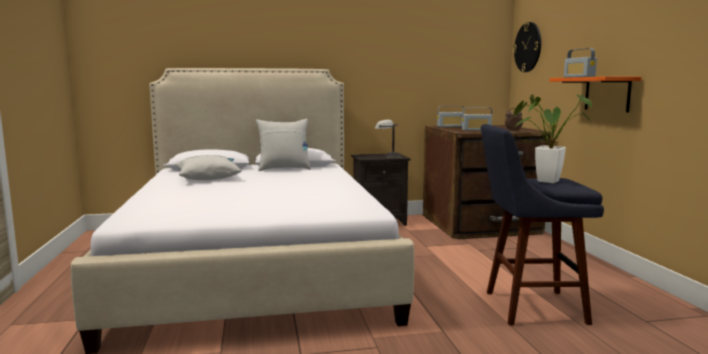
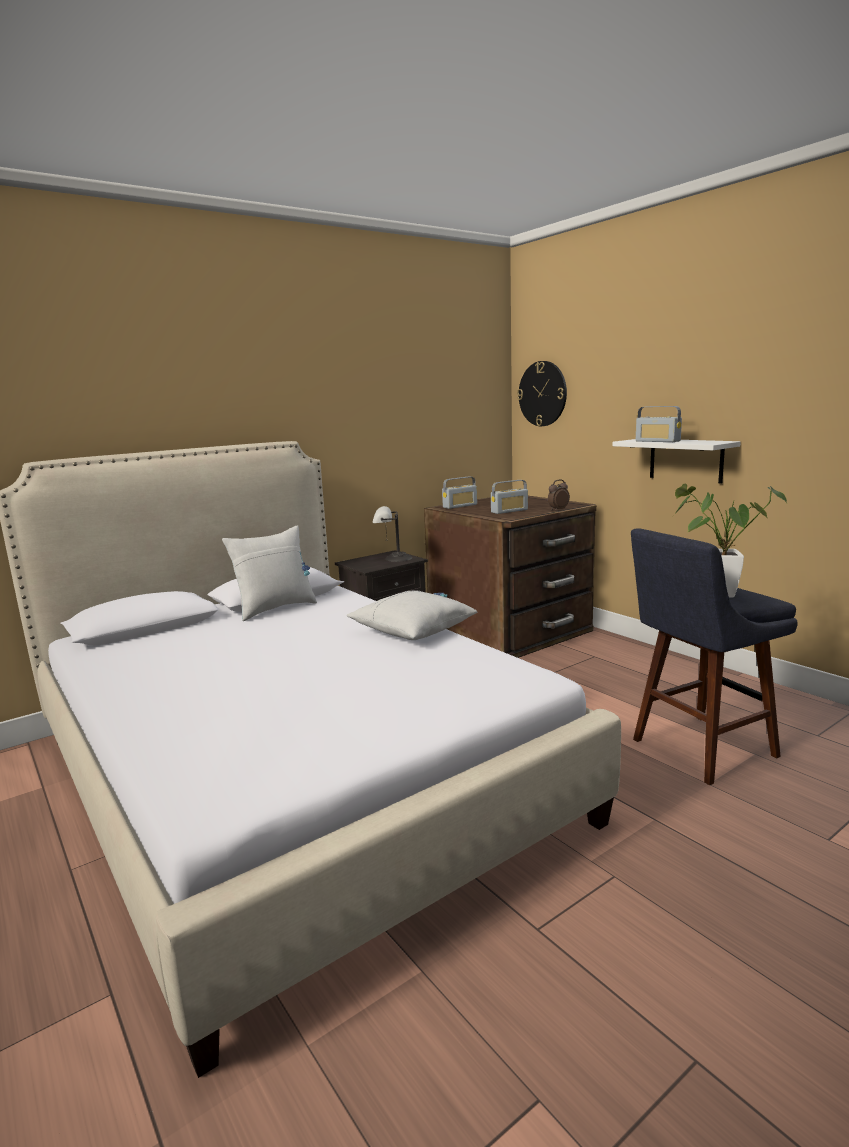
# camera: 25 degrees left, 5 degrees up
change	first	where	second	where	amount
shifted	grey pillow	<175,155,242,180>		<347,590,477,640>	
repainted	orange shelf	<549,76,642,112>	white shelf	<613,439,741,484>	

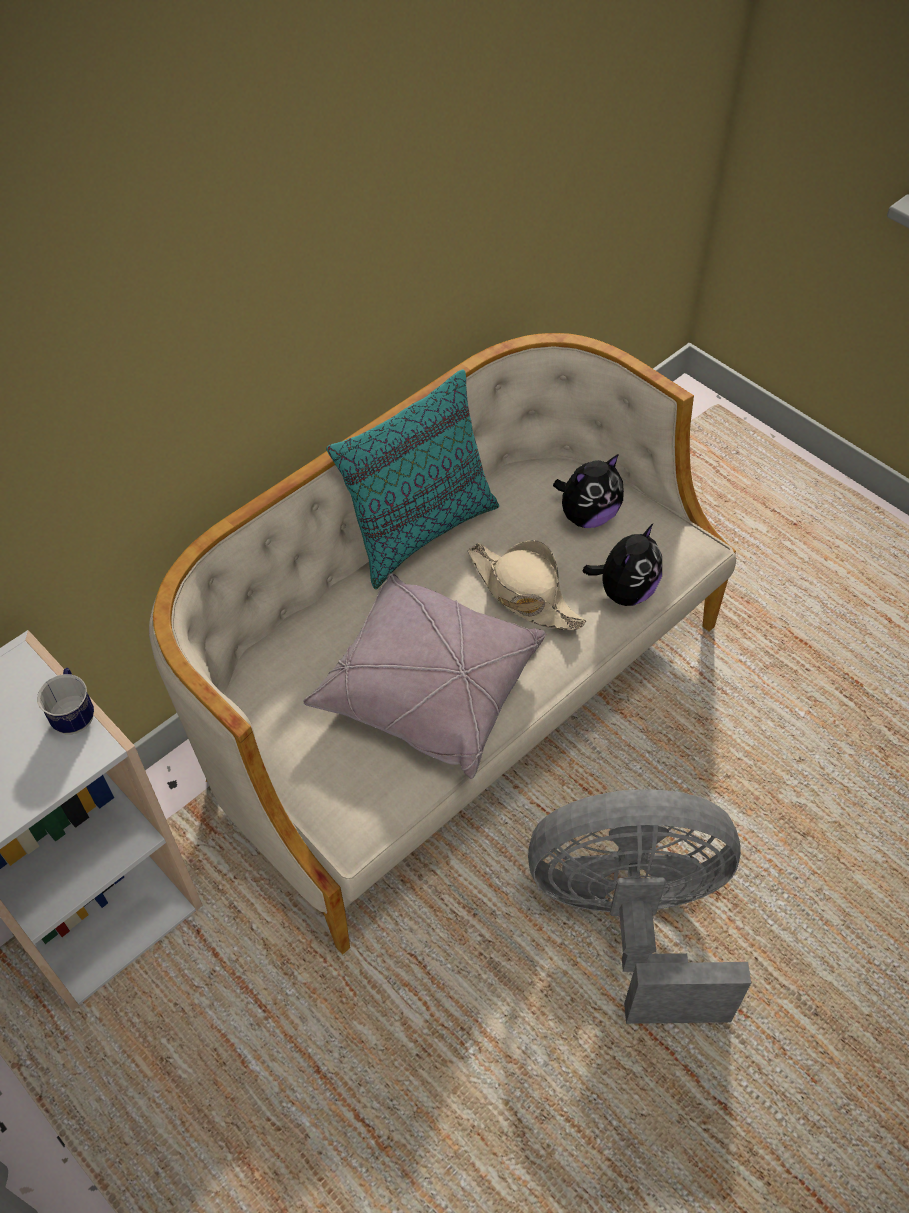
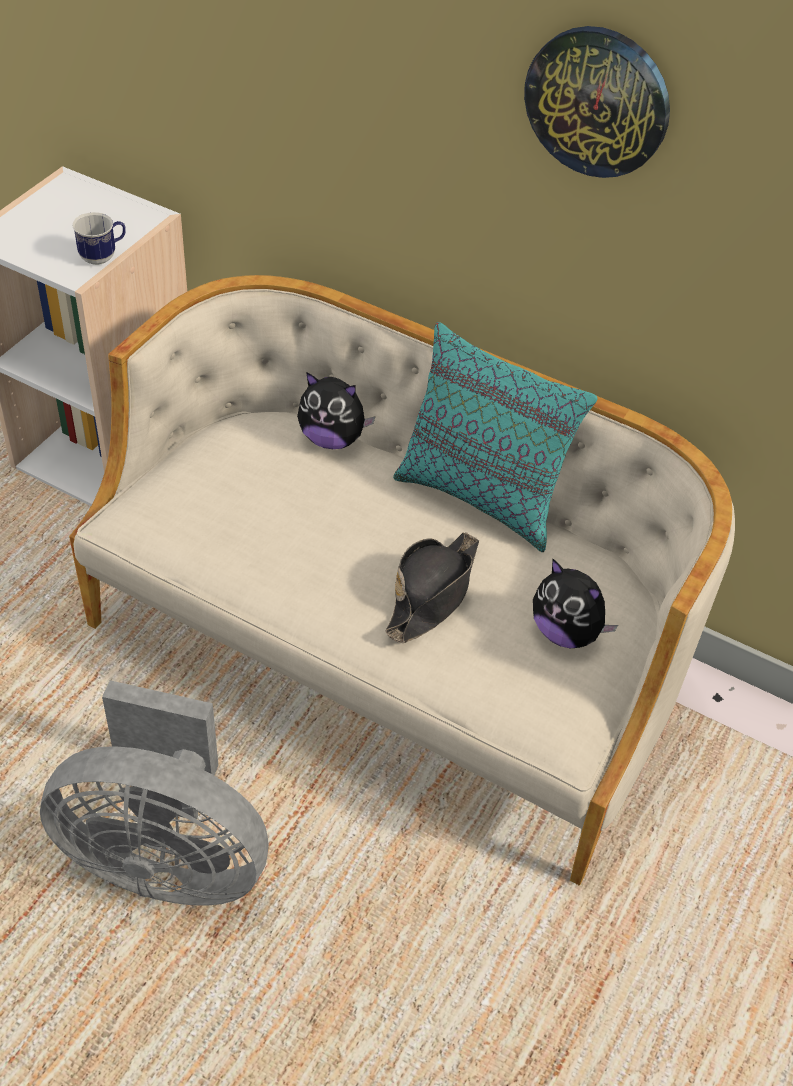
# camera: 70 degrees right, 5 degrees down
change	first	where	second	where	amount
gone	purple pillow	<303,573,546,779>			
repainted	beige hat	<468,540,586,630>	black hat	<385,532,479,643>	
rotated	grey fan	<528,789,751,1024>		<40,680,269,906>	120 degrees clockwise
shifted	plush toy	<582,523,662,606>		<297,372,375,449>	
new			wall clock	<524,26,670,178>	

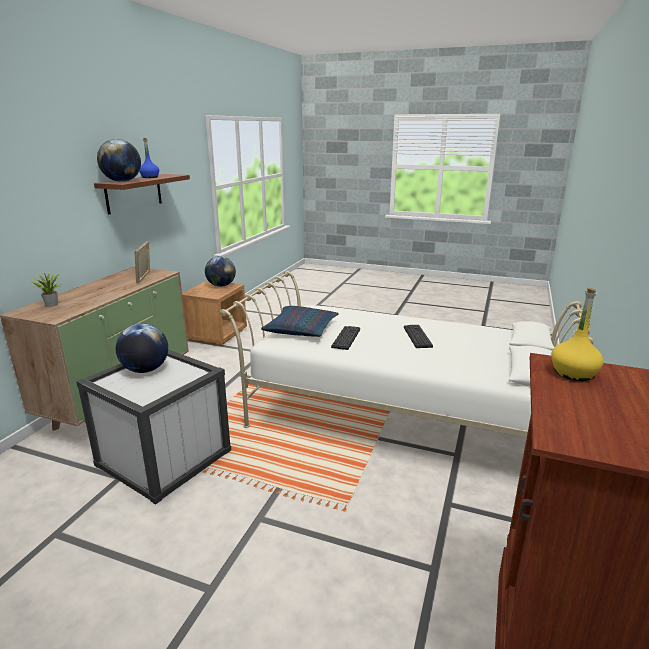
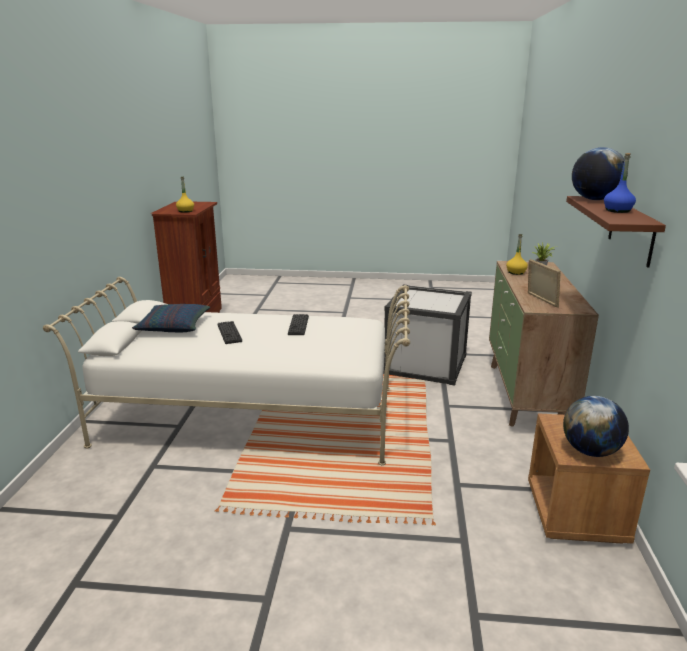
# camera: 165 degrees right, 0 degrees up
change	first	where	second	where	amount
gone	globe	<116,323,168,373>			
shifted	blue pillow	<261,306,339,337>		<132,304,210,332>	
new			yellow bottle	<506,234,528,275>	

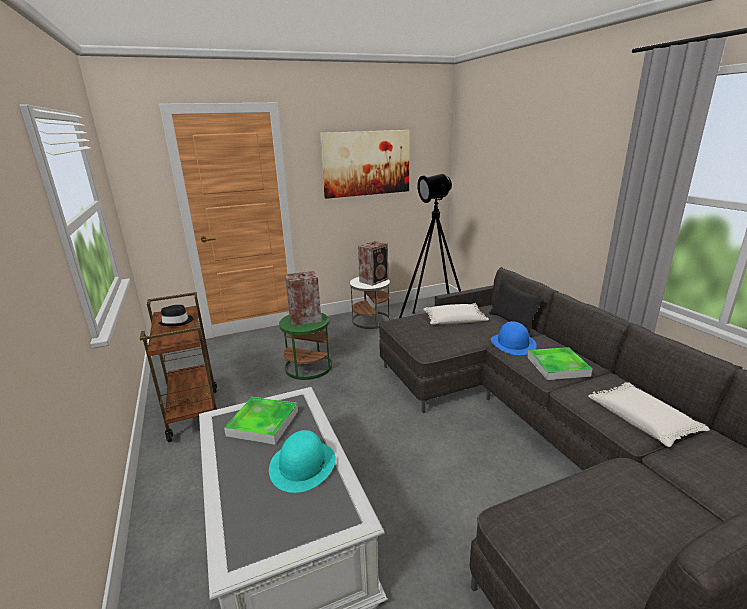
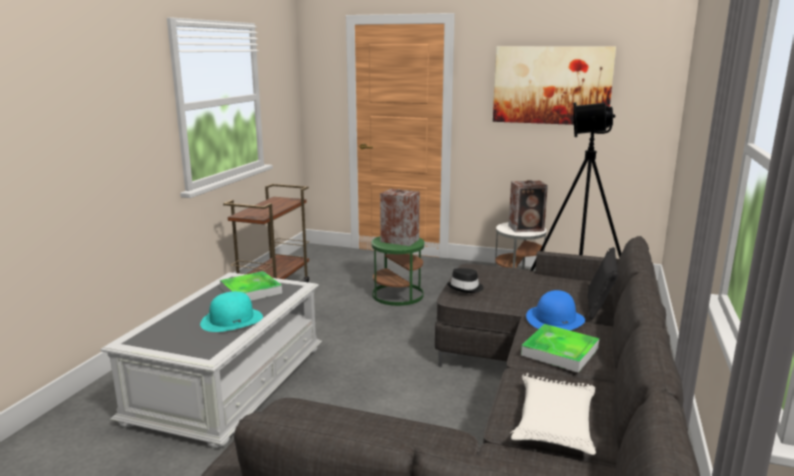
# camera: 40 degrees right, 5 degrees down
change	first	where	second	where	amount
shifted	black hat	<158,305,193,326>		<447,268,484,293>	
gone	white pillow	<423,303,489,325>			

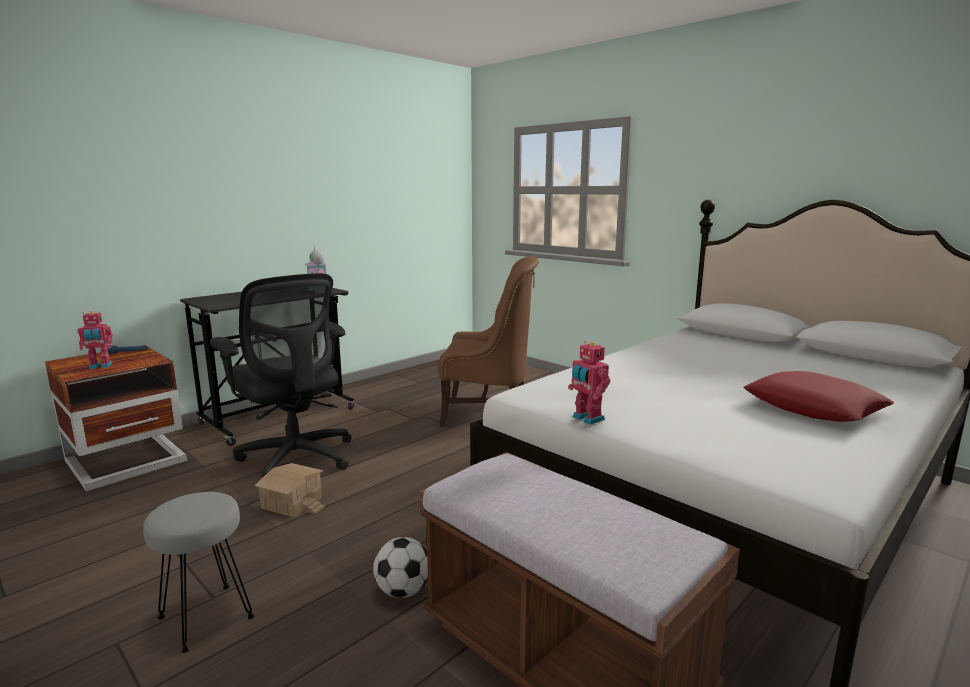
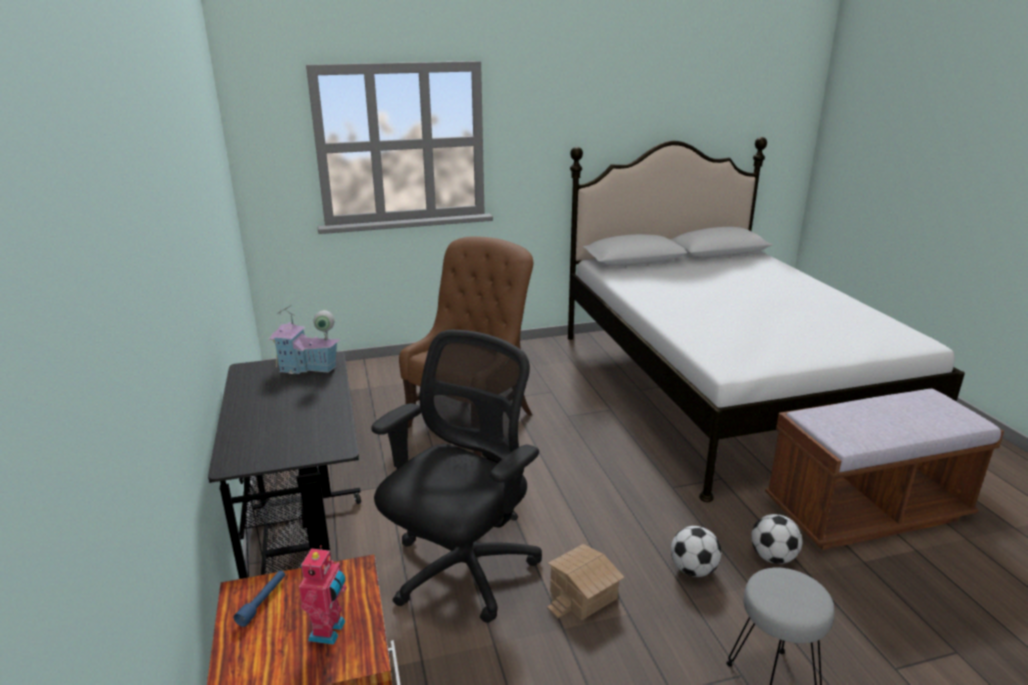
# camera: 60 degrees left, 10 degrees up
change	first	where	second	where	amount
rotated	black office chair	<210,273,352,478>		<371,330,542,623>	45 degrees counterclockwise
gone	toy robot	<568,341,610,425>			
gone	red pillow	<744,371,894,422>			
new			football	<671,526,722,577>	

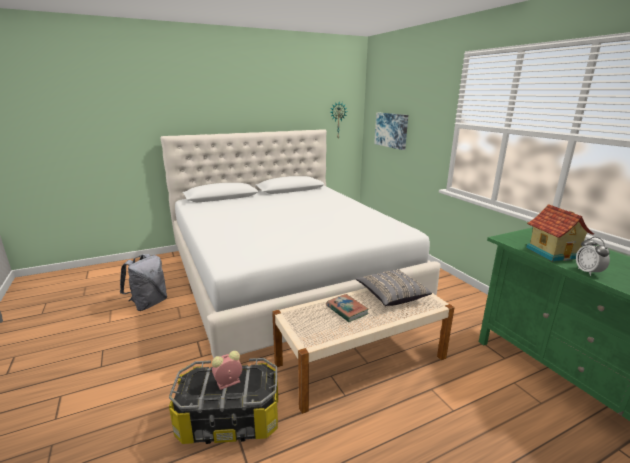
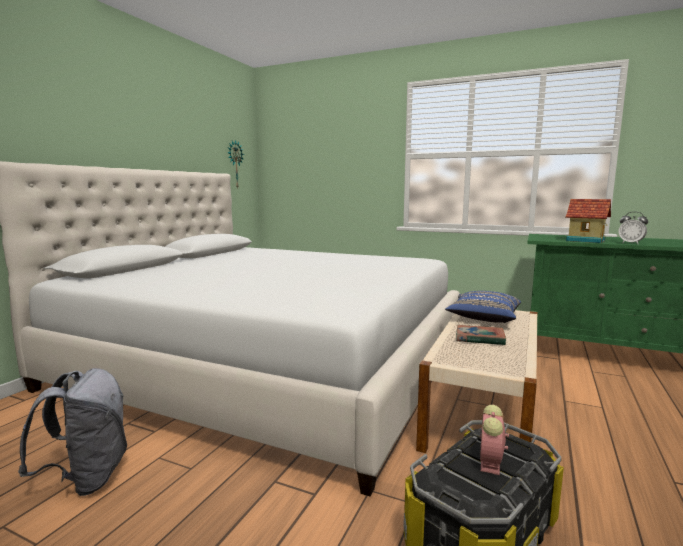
# camera: 40 degrees left, 10 degrees down
change	first	where	second	where	amount
repainted	grey pillow	<356,269,432,306>	blue pillow	<445,291,521,323>	
gone	picture	<374,112,408,150>			

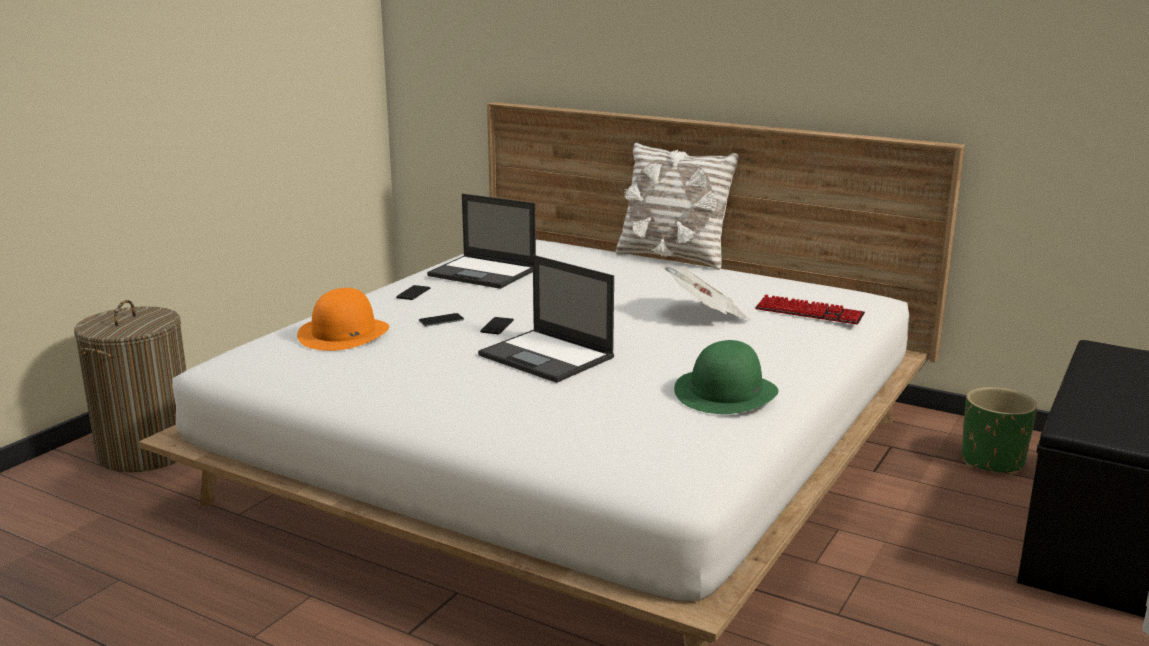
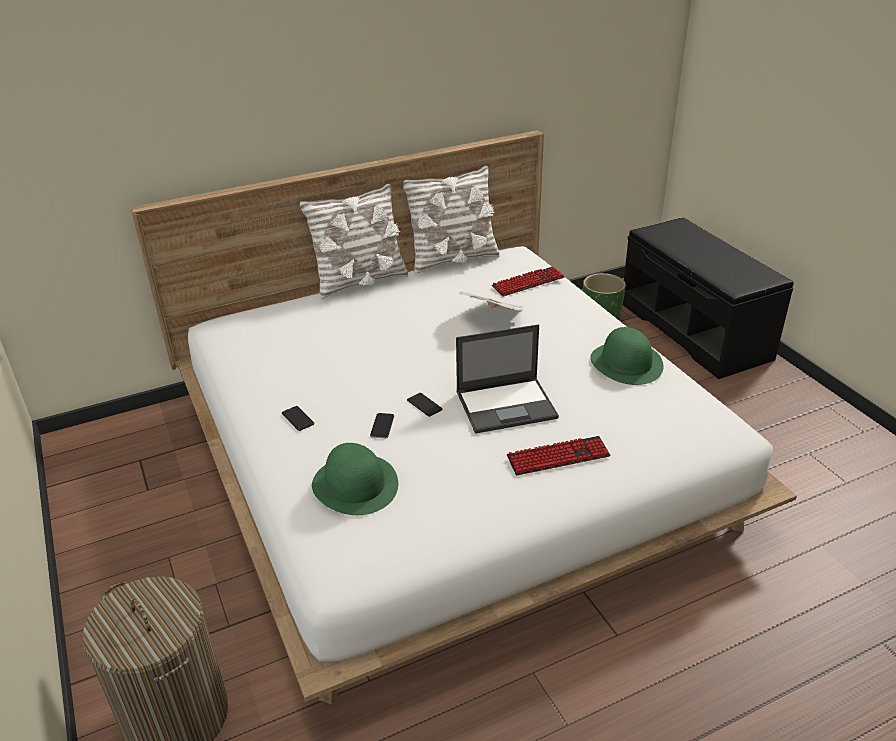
# camera: 55 degrees left, 15 degrees up
change	first	where	second	where	amount
repainted	orange hat	<297,288,389,351>	green hat	<312,443,398,515>	
gone	laptop	<427,194,536,289>			
new			white pillow	<403,166,500,273>	
new			keyboard	<507,436,610,475>	

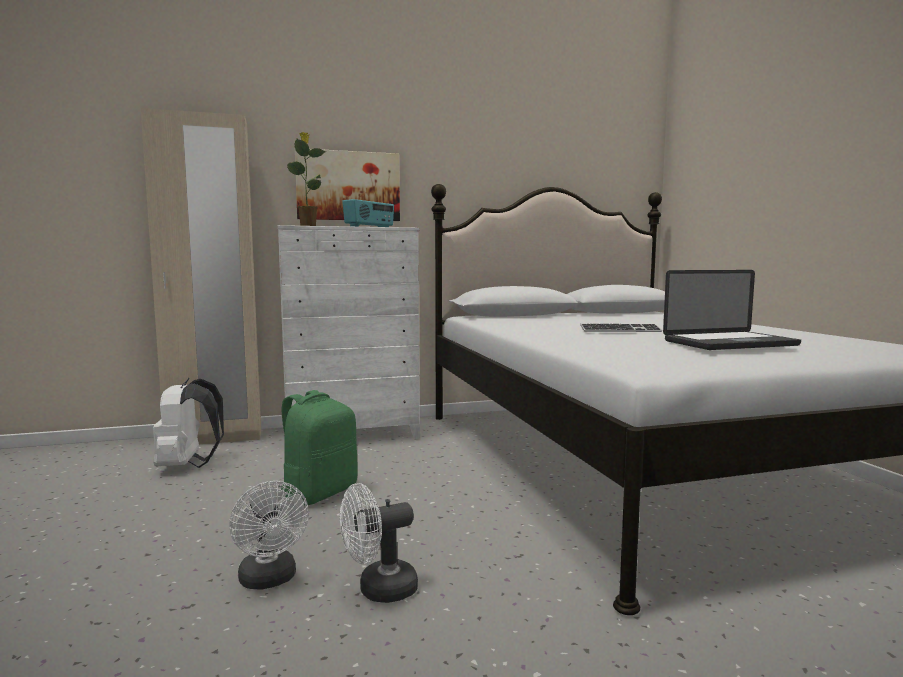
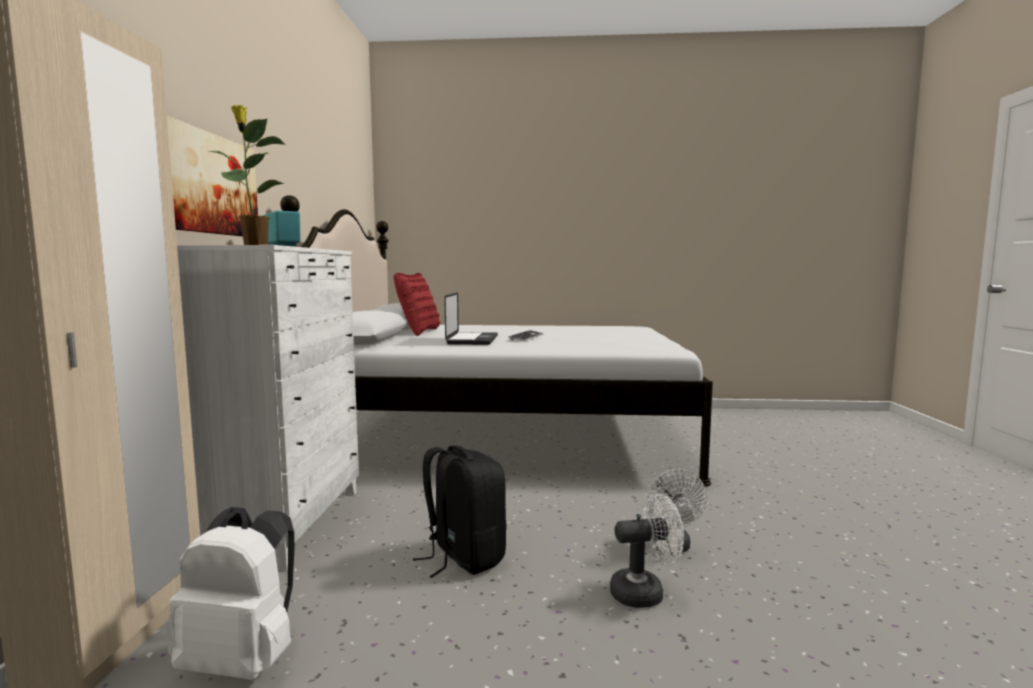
# camera: 70 degrees left, 0 degrees up
change	first	where	second	where	amount
repainted	green backpack	<279,390,358,505>	black backpack	<413,446,507,578>	
shifted	laptop	<663,270,801,350>		<444,292,498,345>	
new			red pillow	<394,272,440,336>	

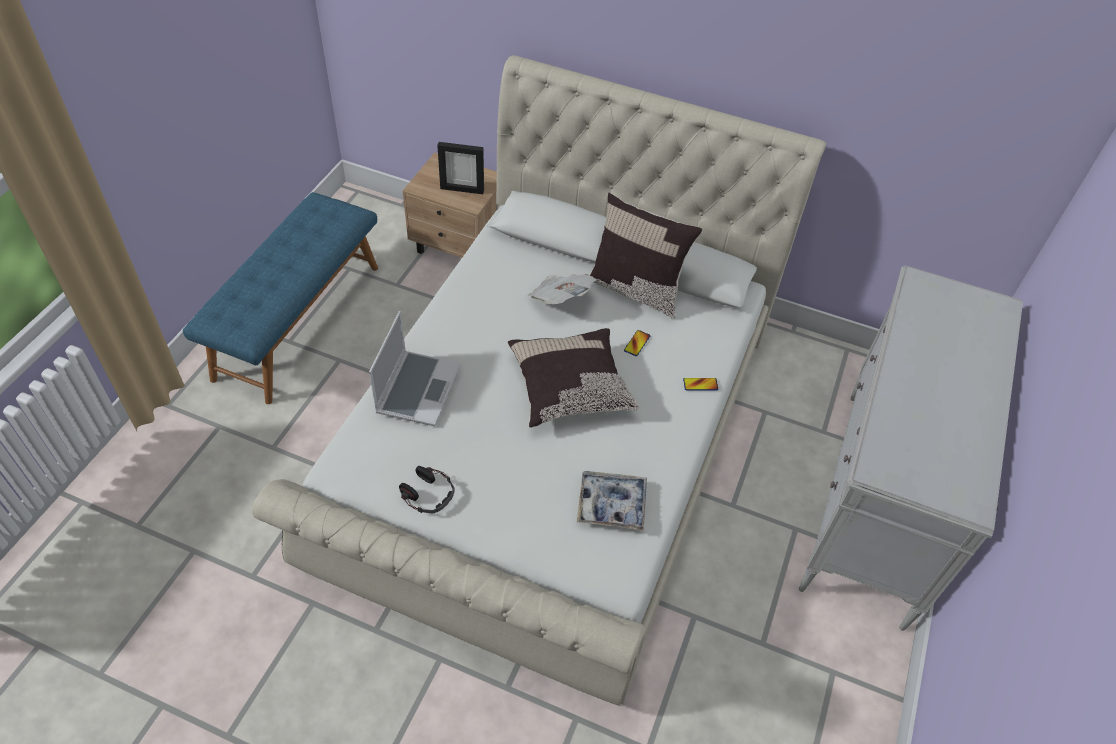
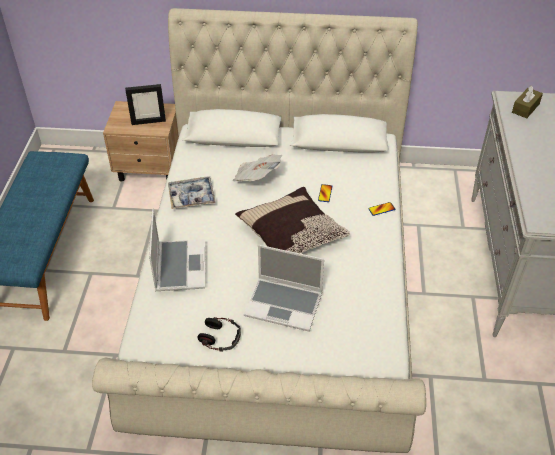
# camera: 15 degrees left, 5 degrees down
change	first	where	second	where	amount
shifted	tray	<577,471,647,531>		<168,176,216,209>	
gone	pillow	<590,193,702,319>			
new			laptop	<244,245,324,332>	
new			brown tissue box	<512,85,543,118>	

